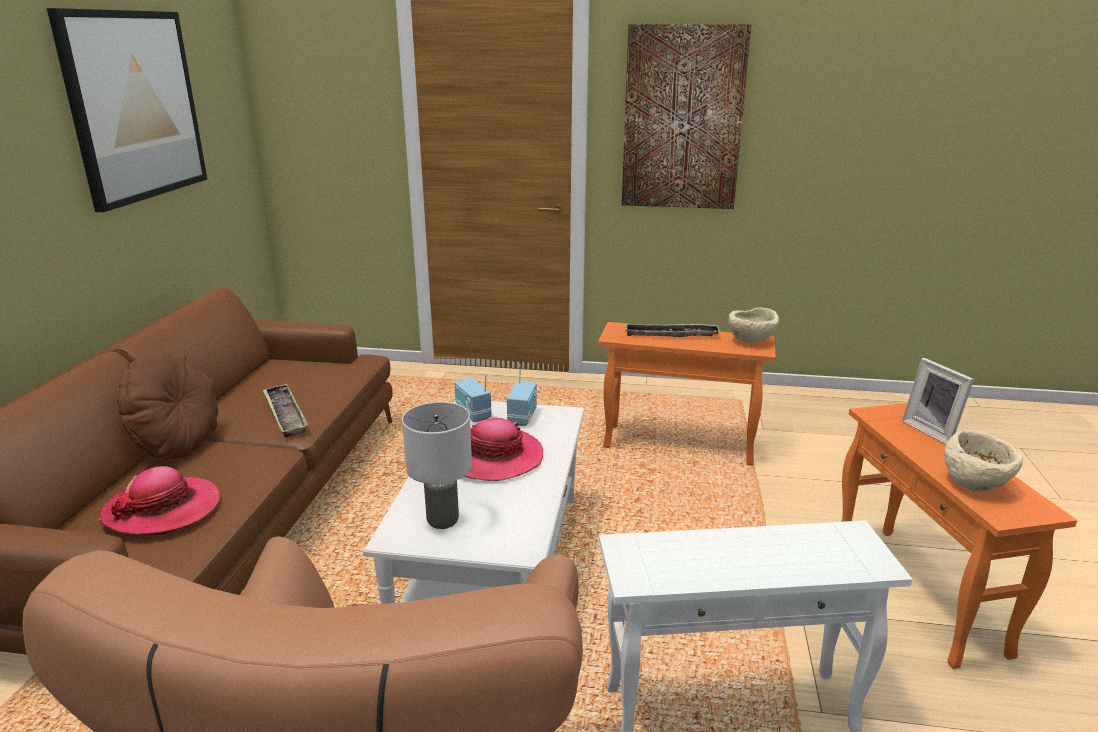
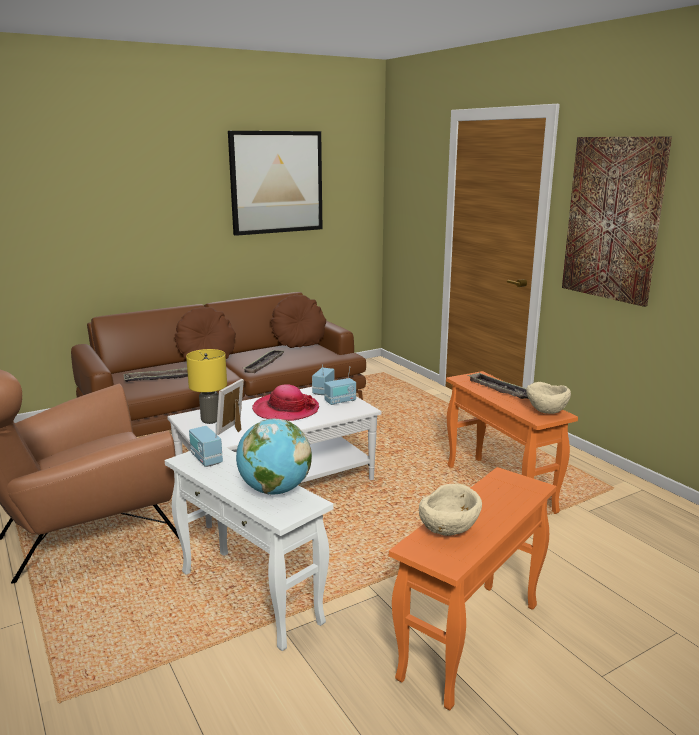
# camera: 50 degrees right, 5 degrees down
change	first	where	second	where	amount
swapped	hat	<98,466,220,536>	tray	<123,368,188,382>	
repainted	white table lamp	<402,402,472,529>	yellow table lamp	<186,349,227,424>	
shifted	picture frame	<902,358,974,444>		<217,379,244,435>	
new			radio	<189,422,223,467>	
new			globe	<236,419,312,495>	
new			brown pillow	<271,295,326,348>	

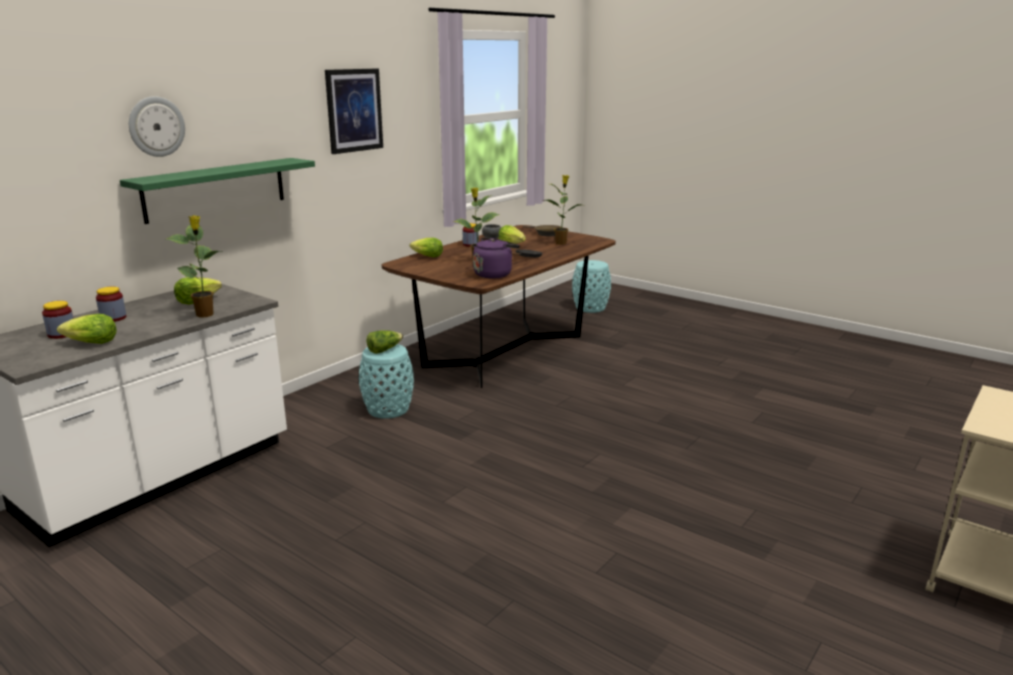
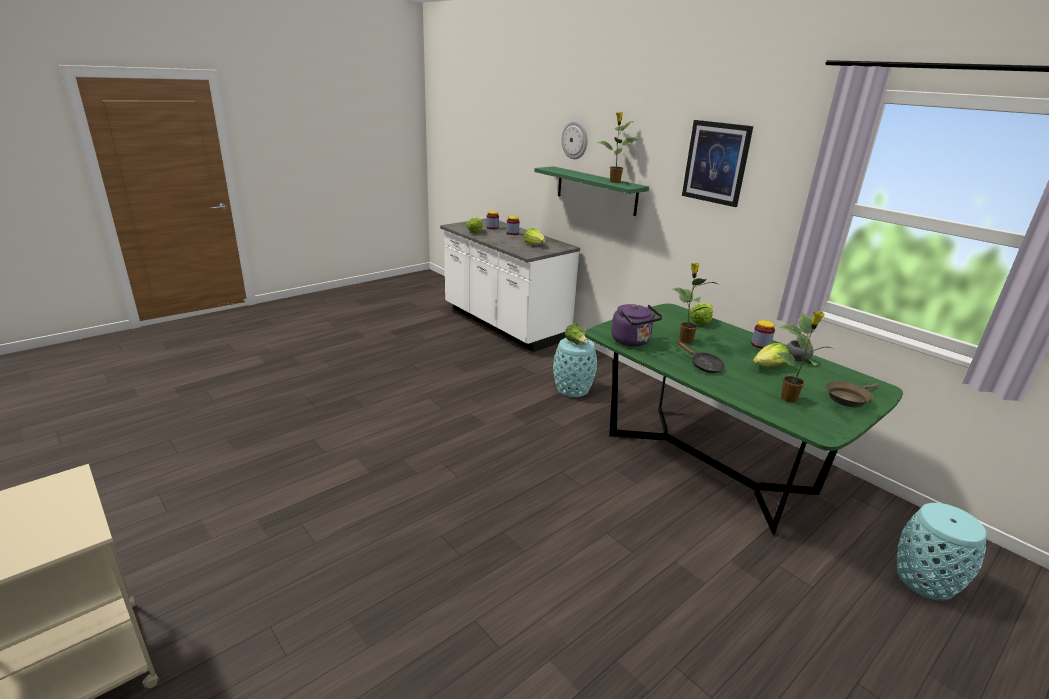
# camera: 100 degrees right, 5 degrees up
change	first	where	second	where	amount
shifted	potted plant	<166,215,224,318>		<597,112,639,183>	
repainted	brown dining table	<382,225,616,388>	green dining table	<585,304,903,535>	

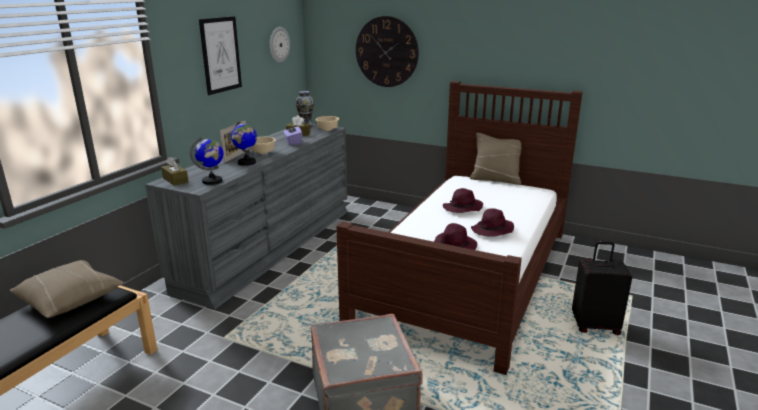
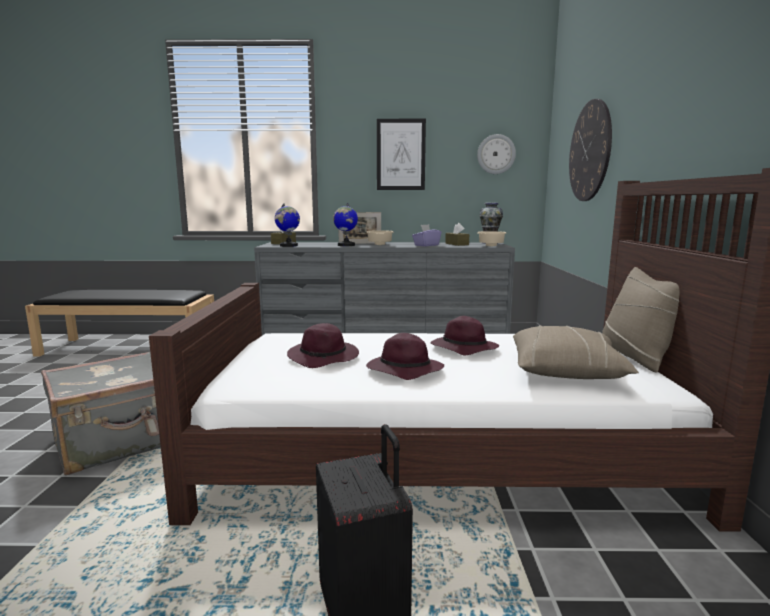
# camera: 65 degrees right, 10 degrees down
change	first	where	second	where	amount
shifted	beige pillow	<10,260,124,318>		<513,325,639,379>	

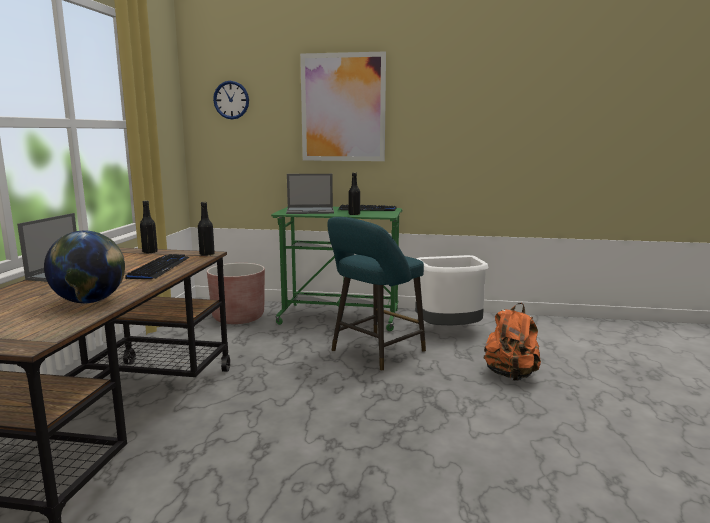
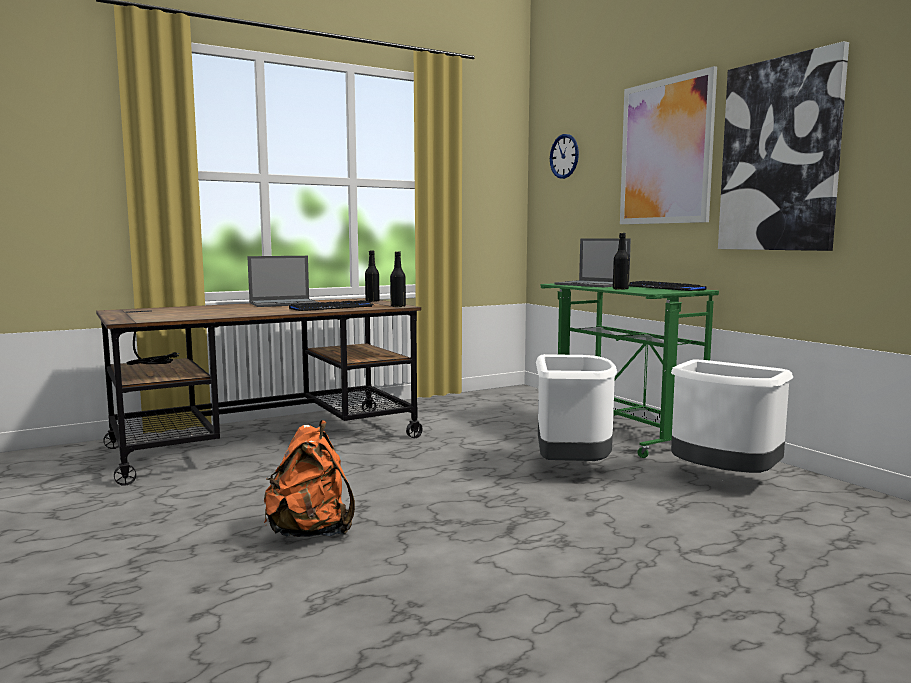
# camera: 50 degrees right, 5 degrees down
change	first	where	second	where	amount
gone	globe	<44,231,125,304>			
gone	brown planter	<207,263,265,324>			
swapped	turquoise stool	<327,217,426,371>	white trash can	<536,354,617,461>	
shifted	orange backpack	<484,303,541,381>		<264,420,355,537>	
new			picture	<718,41,849,251>	

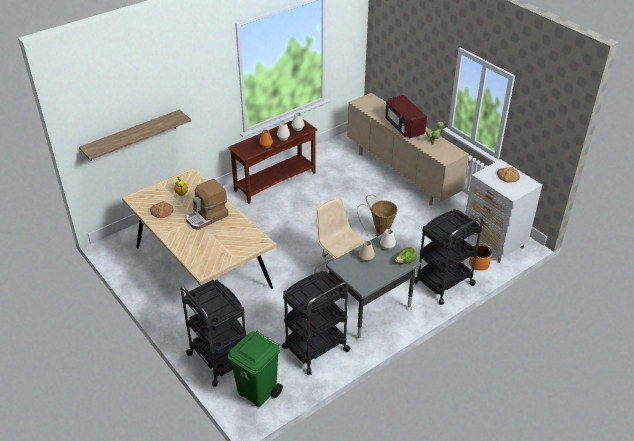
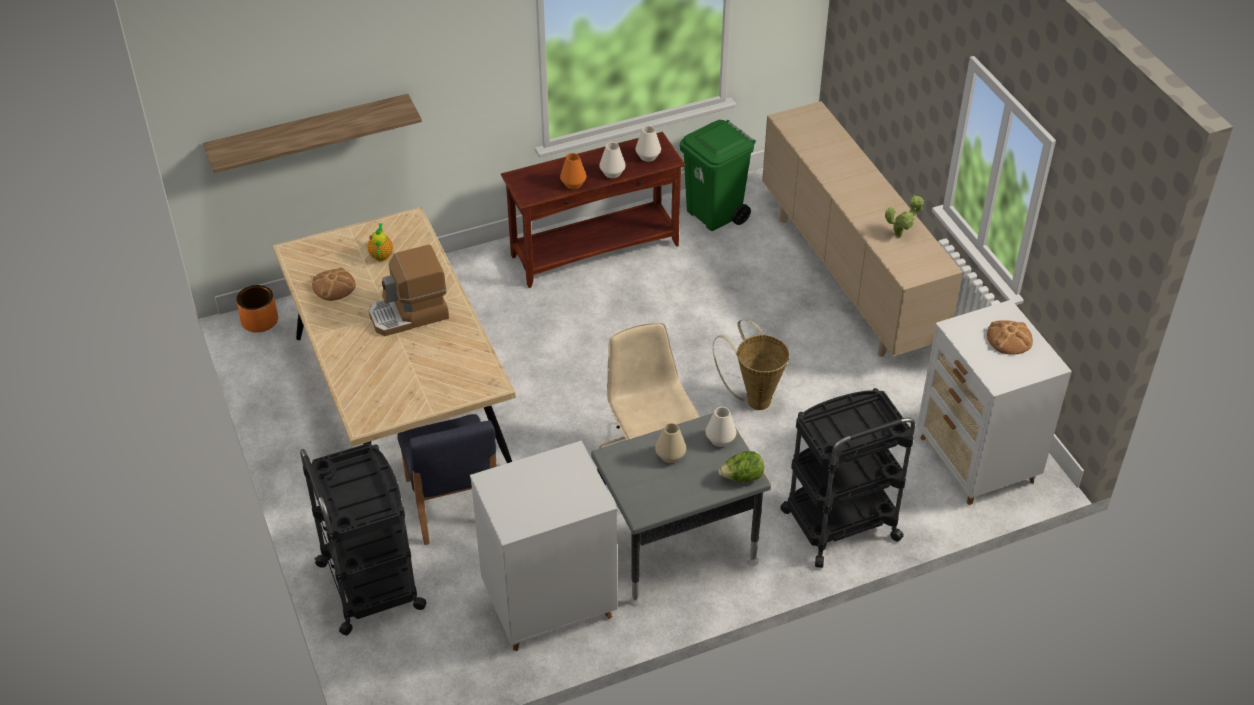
# camera: 15 degrees right, 5 degrees up
change	first	where	second	where	amount
shifted	green trash can	<227,331,283,407>		<680,120,756,231>	
swapped	black cart	<282,271,350,375>	white dresser	<470,441,617,651>	
gone	red microwave	<385,95,427,138>			
shifted	orange planter	<469,244,492,271>		<236,285,278,333>	
new			blue chair	<397,414,496,545>	

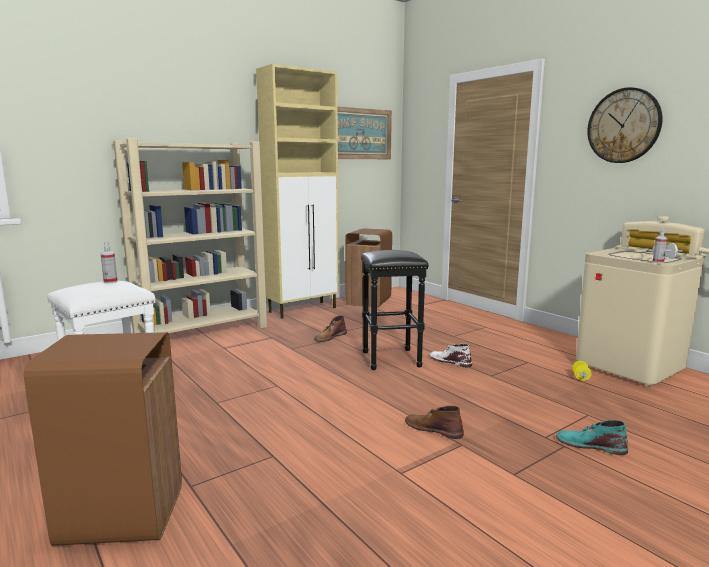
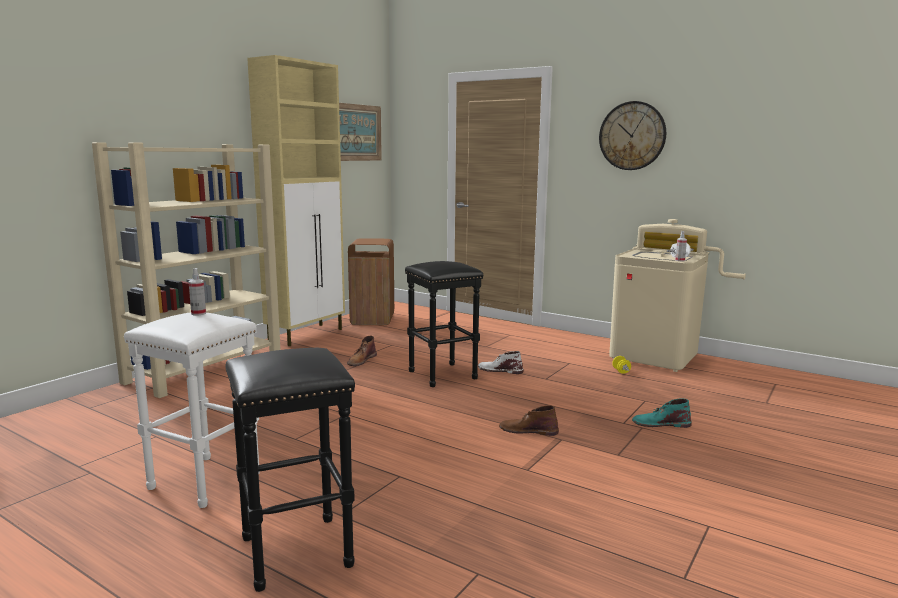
# camera: 20 degrees left, 0 degrees up
change	first	where	second	where	amount
swapped	brown trash can	<24,332,182,546>	black stool	<225,348,355,592>	

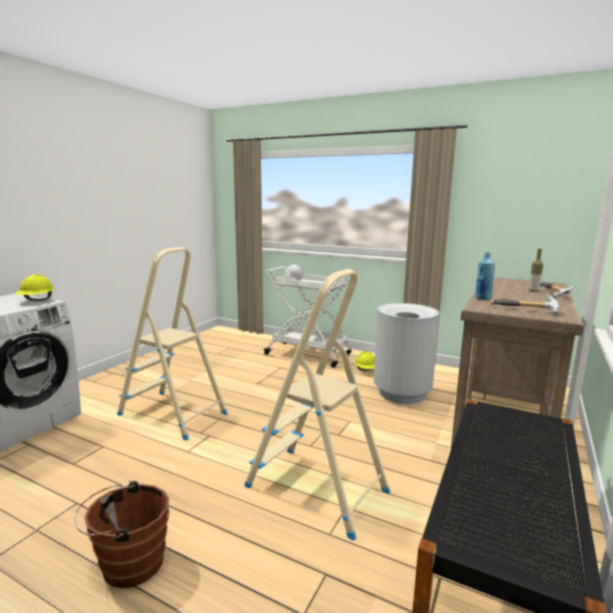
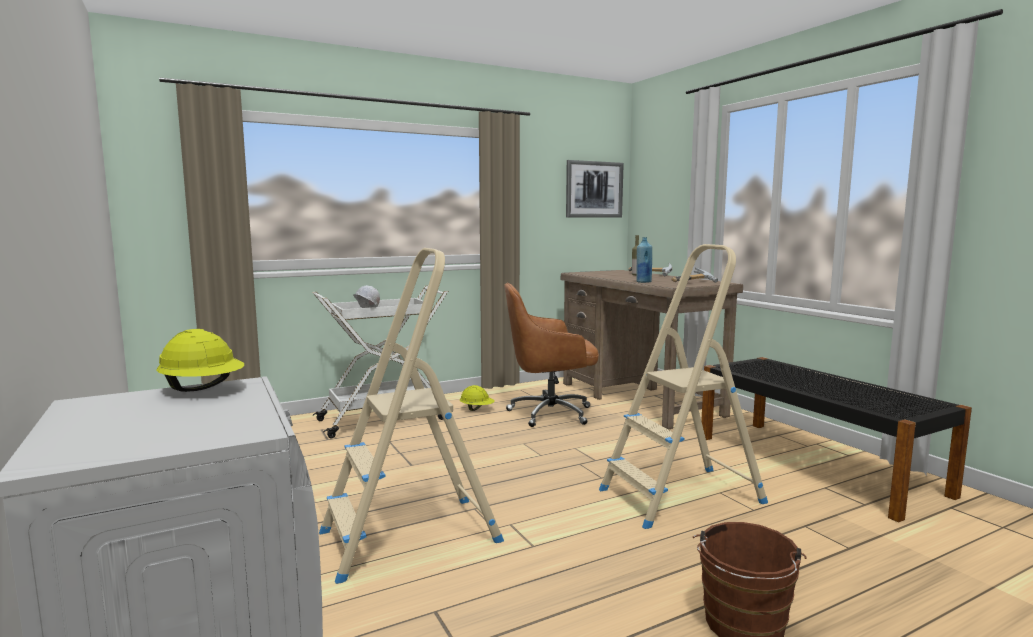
# camera: 55 degrees left, 5 degrees down
change	first	where	second	where	amount
swapped	grey trash can	<374,303,440,404>	brown office chair	<504,282,599,427>	
new			picture	<566,160,624,218>	

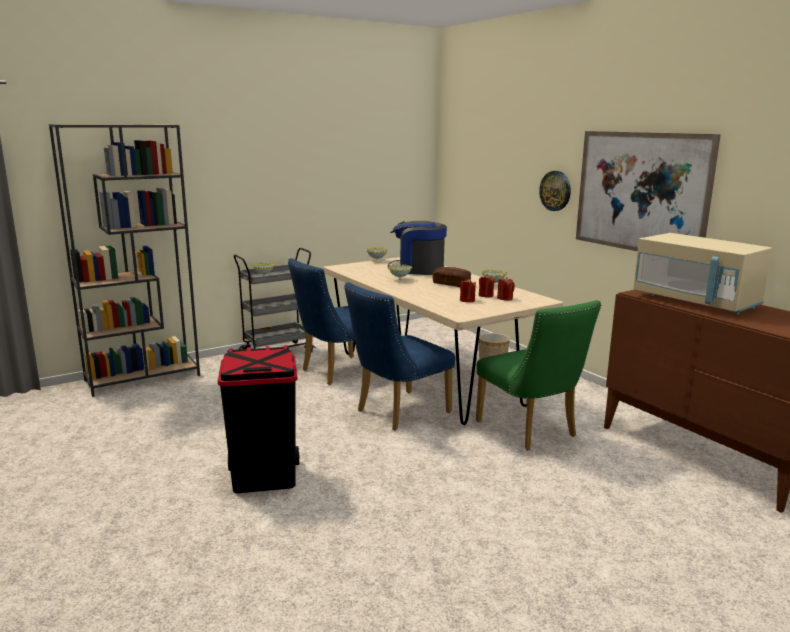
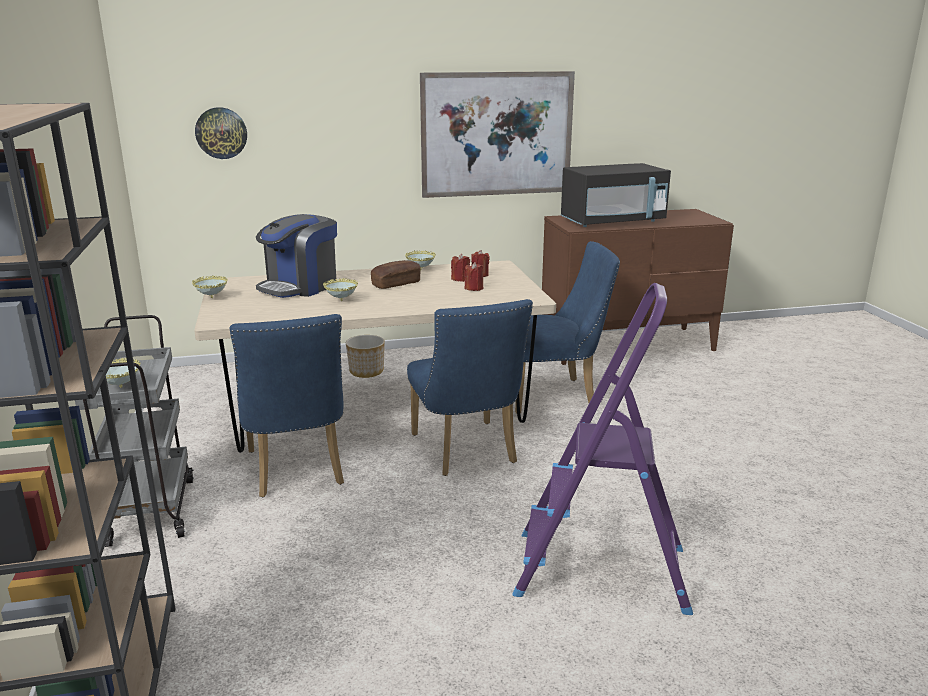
# camera: 70 degrees left, 5 degrees up
change	first	where	second	where	amount
swapped	black trash can	<218,345,300,493>	purple step ladder	<512,283,693,615>	
repainted	green chair	<476,300,601,451>	blue chair	<515,241,620,414>	
shifted	wall clock	<539,171,571,211>		<195,107,247,159>	
repainted	beige microwave	<633,233,772,315>	black microwave	<561,163,671,227>	

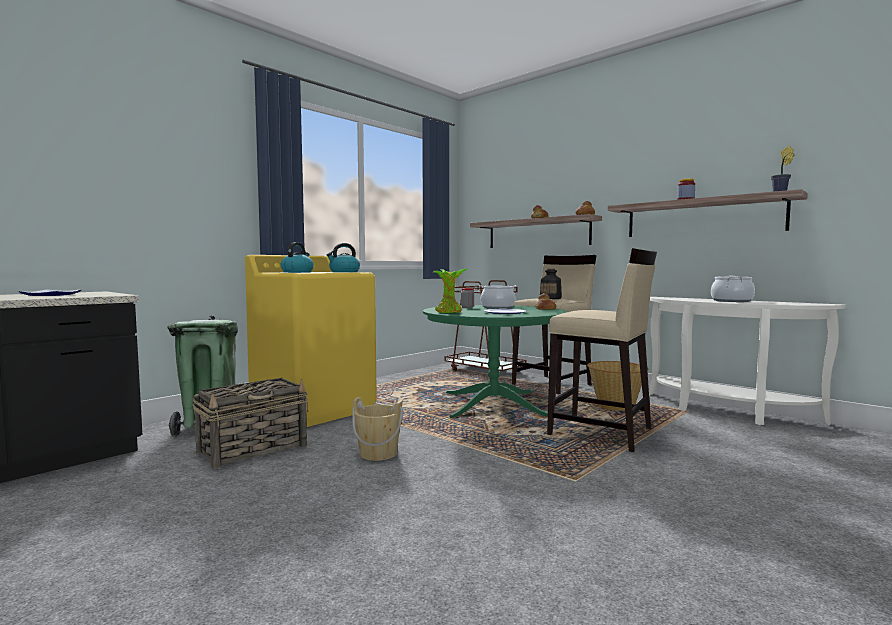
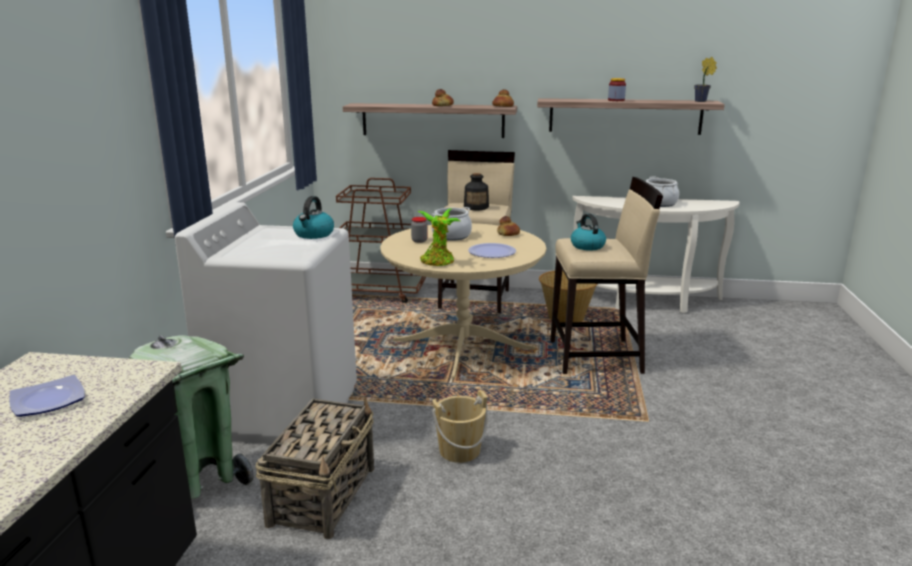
# camera: 35 degrees left, 15 degrees up
change	first	where	second	where	amount
repainted	yellow washing machine	<245,255,377,427>	white washing machine	<175,202,357,444>	
shifted	kettle	<281,242,314,273>		<571,214,606,251>	
repainted	green dining table	<423,305,568,418>	beige dining table	<380,223,547,378>	

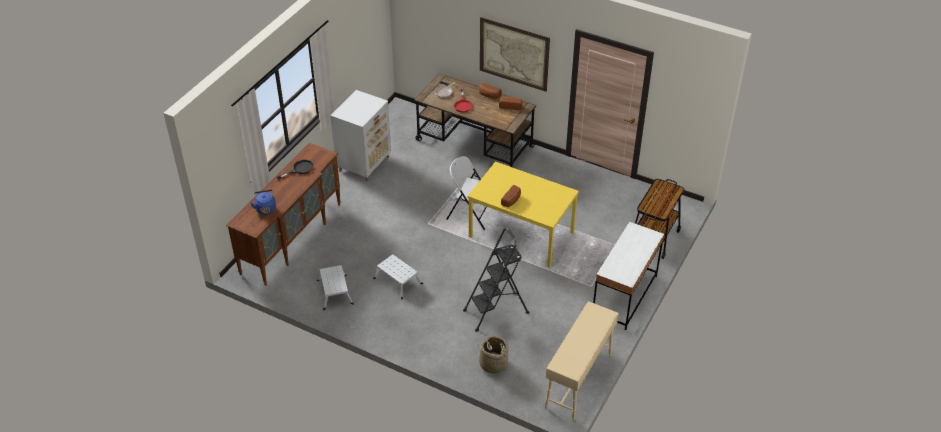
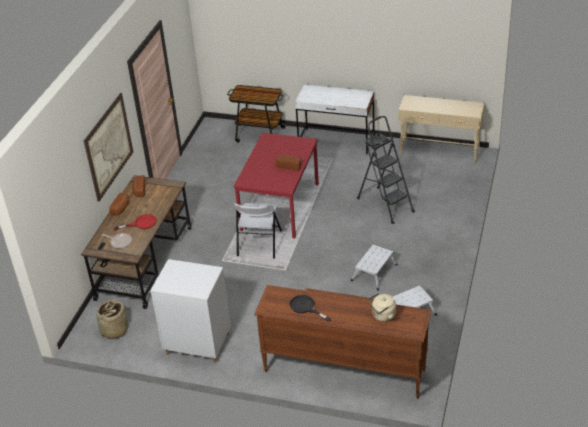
# camera: 100 degrees left, 5 degrees down
change	first	where	second	where	amount
repainted	blue kettle	<250,190,276,215>	beige kettle	<367,293,396,322>	
repainted	yellow dining table	<468,162,579,268>	red dining table	<234,133,319,239>	
shifted	basket	<479,336,509,373>		<97,299,128,339>	

